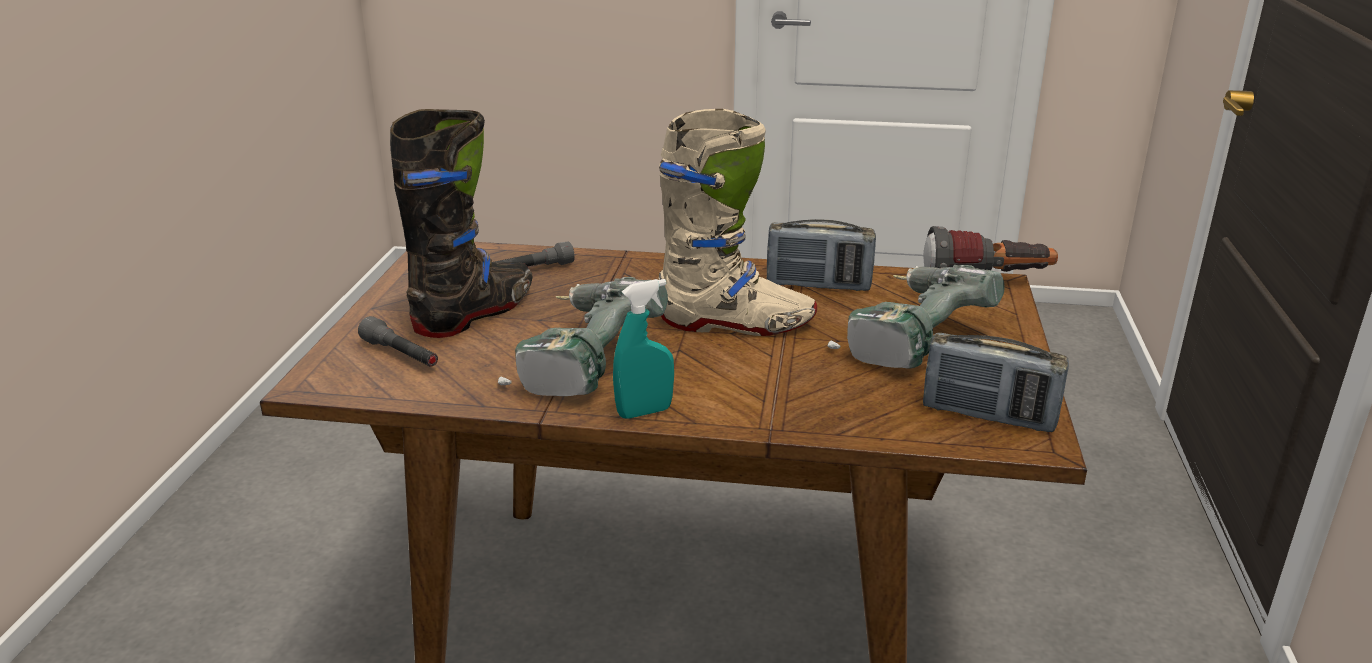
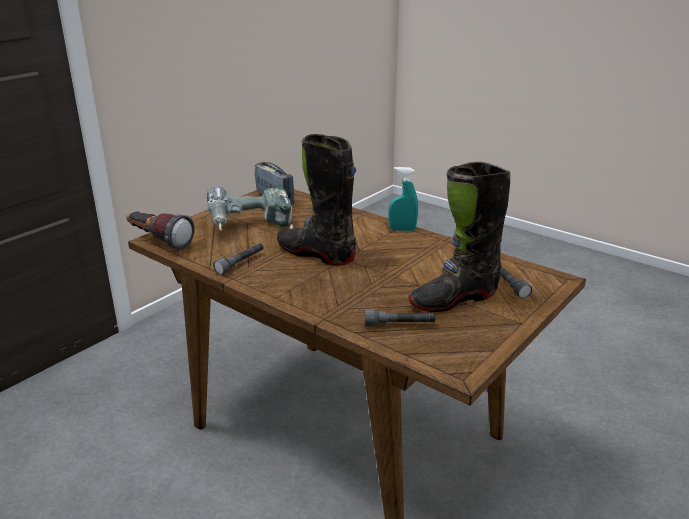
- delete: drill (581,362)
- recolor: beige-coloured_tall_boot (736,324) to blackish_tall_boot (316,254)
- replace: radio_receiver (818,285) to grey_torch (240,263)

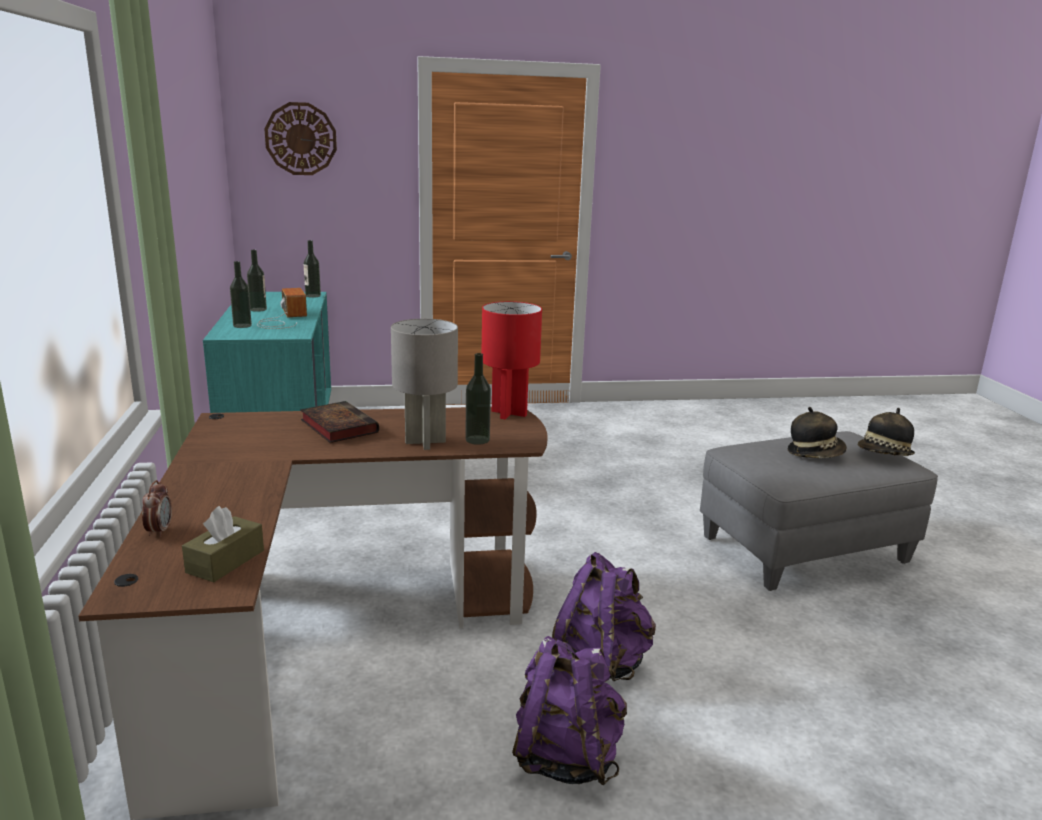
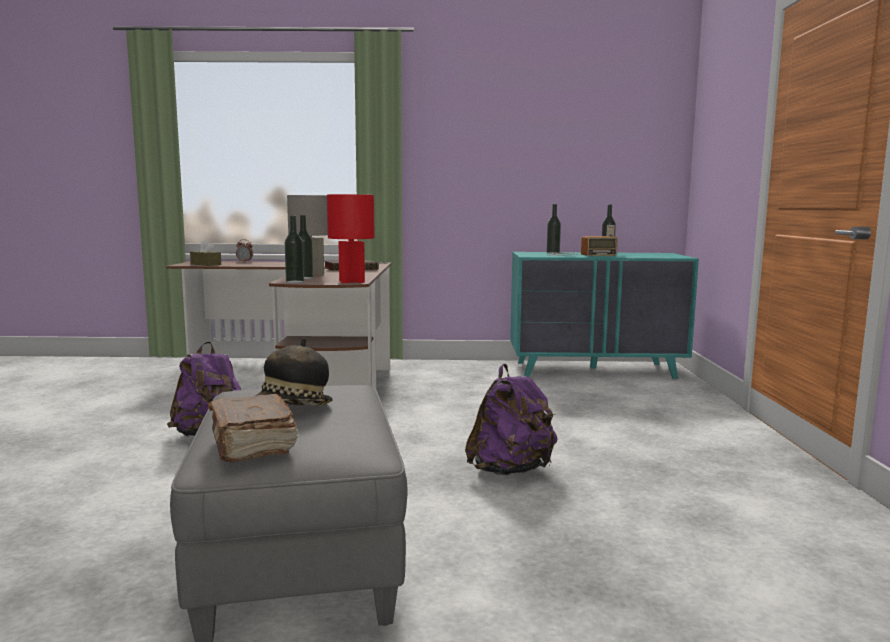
- delete: hanging_clock (301,139)
- move: beverage_bottle (313,296) to (295,281)
- move: purple_backpack (566,756) to (510,470)
- replace: wearable_hat (884,455) to brown-coloured_book (252,444)

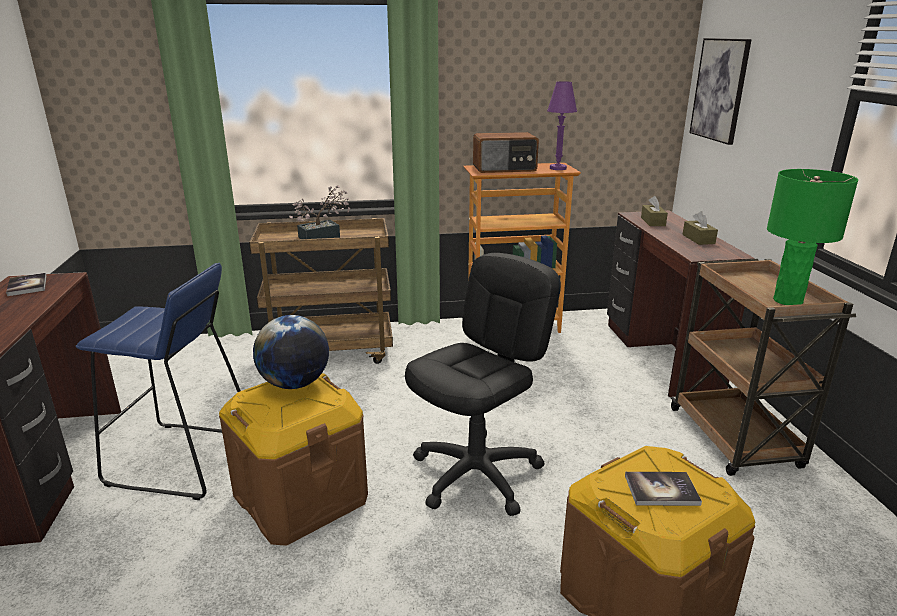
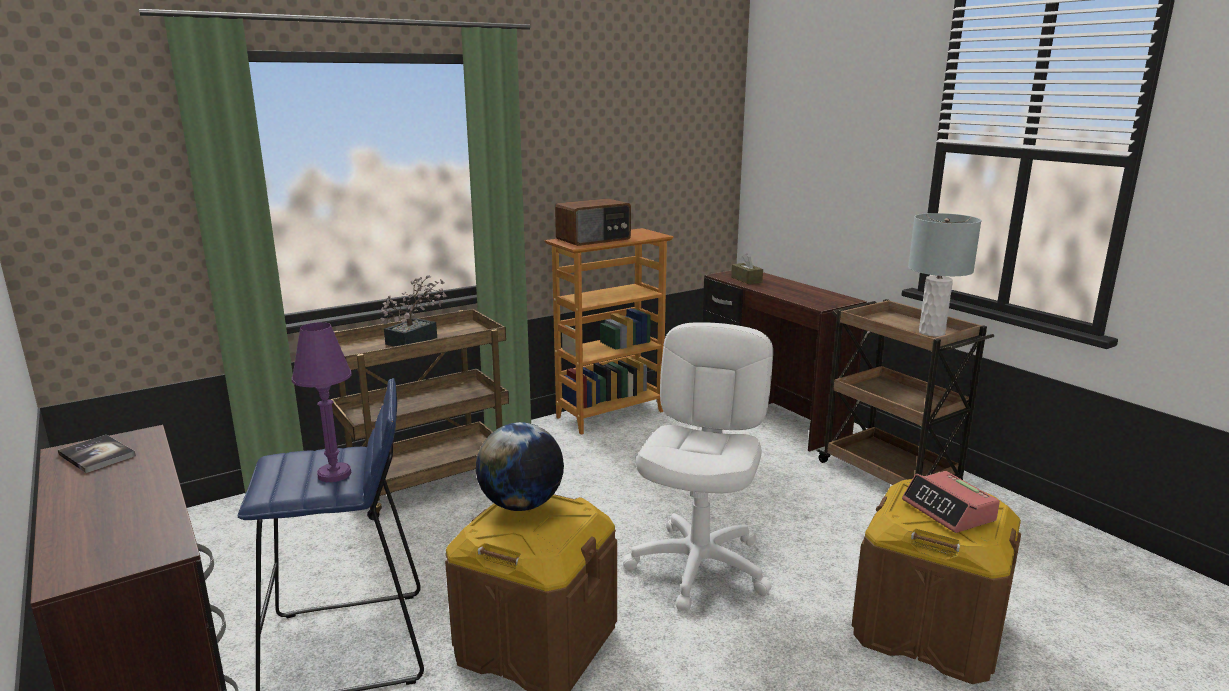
- recolor: blackish_desk_chair (477,474) to white-coloured_desk_chair (699,566)
- move: purple_table_lamp (558,168) to (334,474)
- replace: book (661,490) to bedside_clock (948,511)
- delete: brown-coloured_box_of_tissues (698,239)
- delete: wall_art (720,90)
- recolor: green_table_lamp (788,301) to grey_table_lamp (932,332)

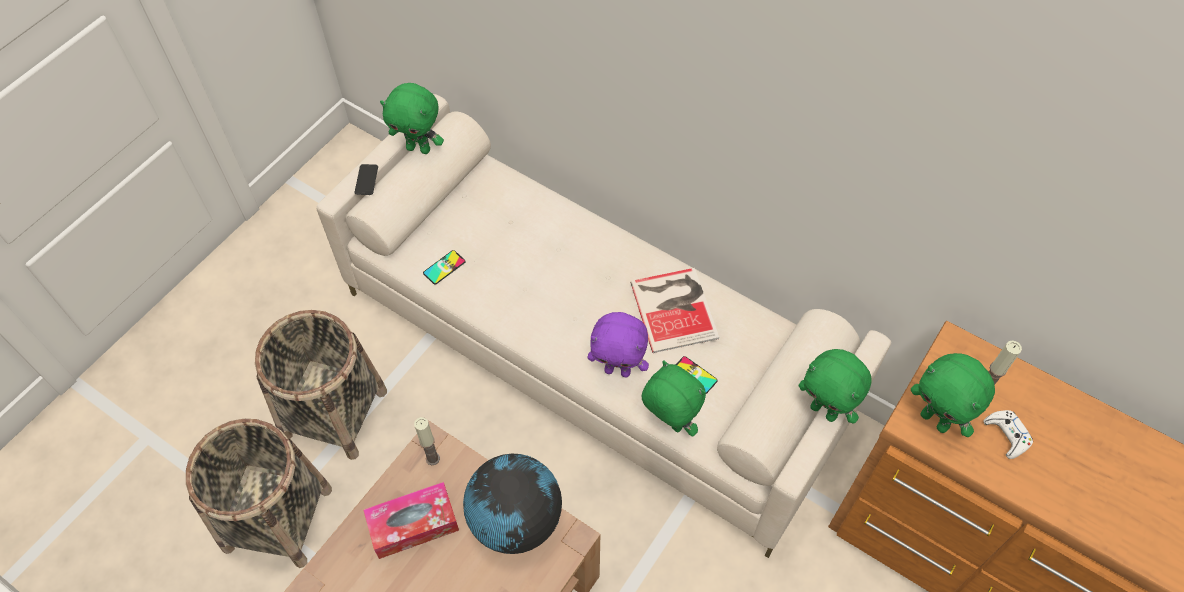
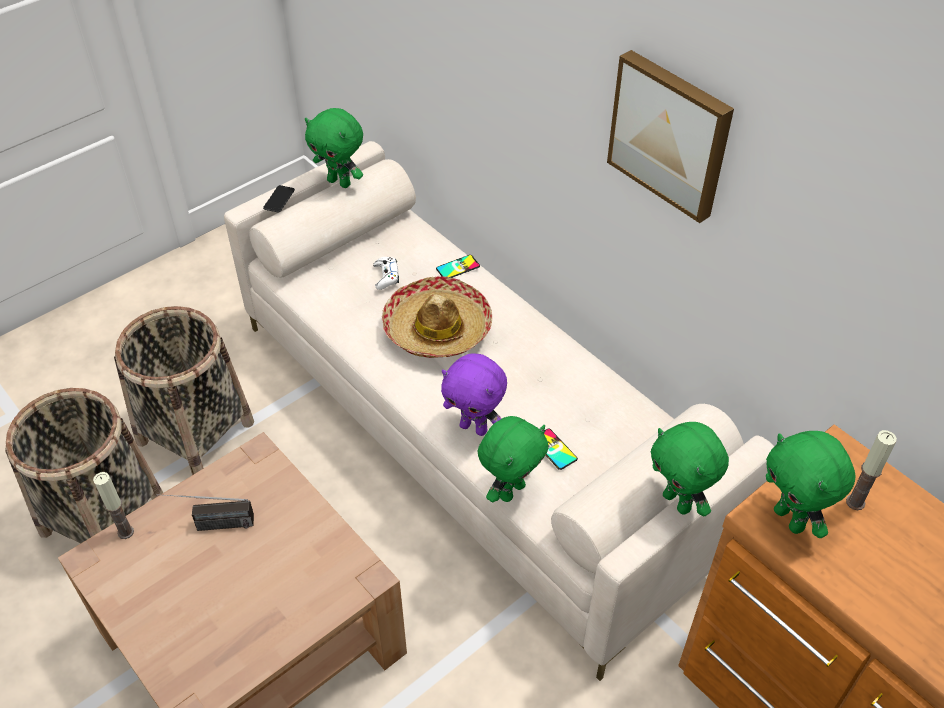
- replace: box_of_tissues (413,525) to radio_receiver (210,525)
- move: wax_candle (432,458) to (125,532)
- move: phone (444,267) to (457,267)
- delete: globe (515,520)
- delete: book (675,307)
- rotate: green_soft_toy (668,423) = (511,490) 75 degrees clockwise
- move: white-coloured_gamepad (1006,435) to (386,276)
- insert: wearable_hat (437,329)
- insert: wall_art (671,134)

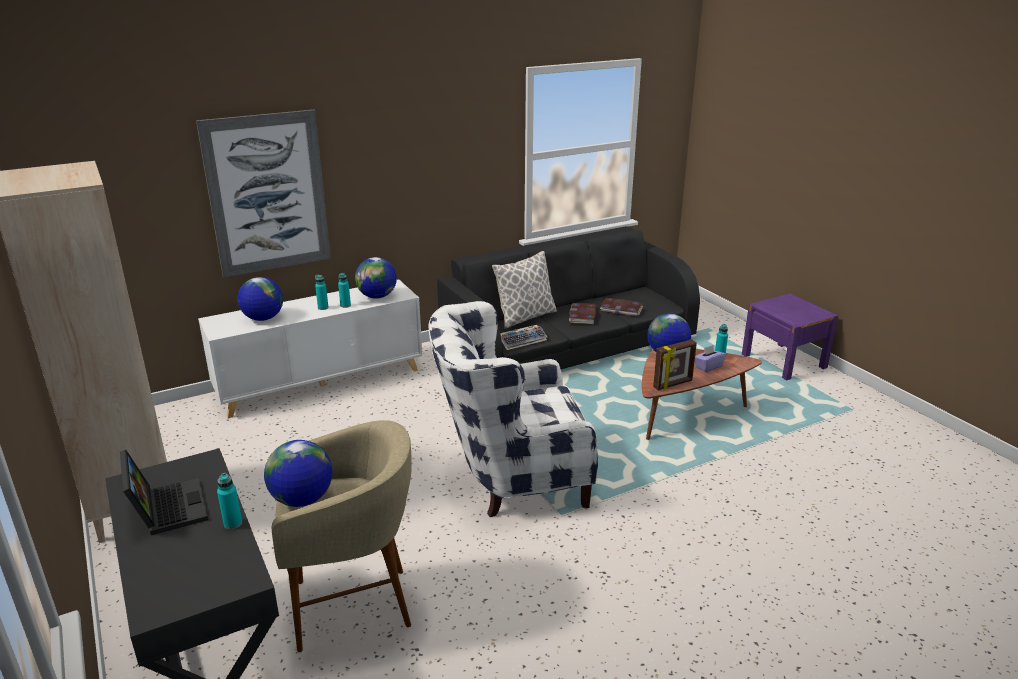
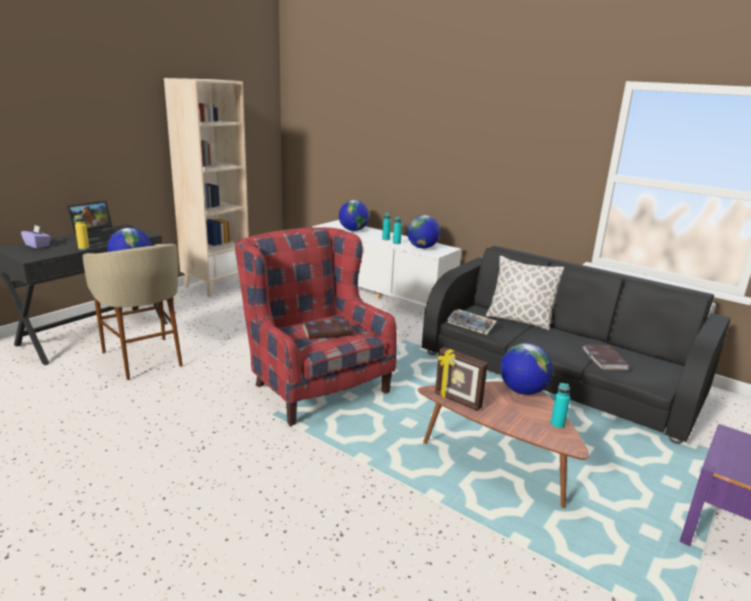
- delete: wall_art (267,194)
- recolor: turquoise-coloured_beverage_bottle (233,524) to yellow_beverage_bottle (83,248)
- recolor: white-coloured_easy_chair (510,476) to red-coloured_easy_chair (313,383)
- move: book (583,315) to (328,331)
- move: purple_box_of_tissues (708,366) to (37,245)

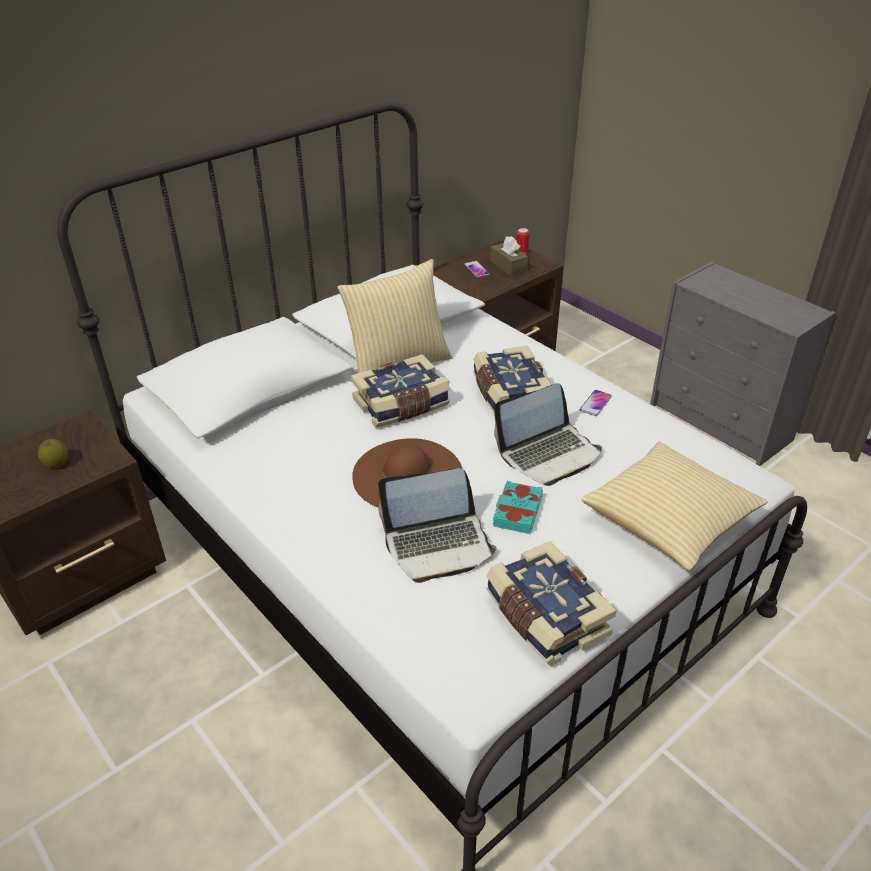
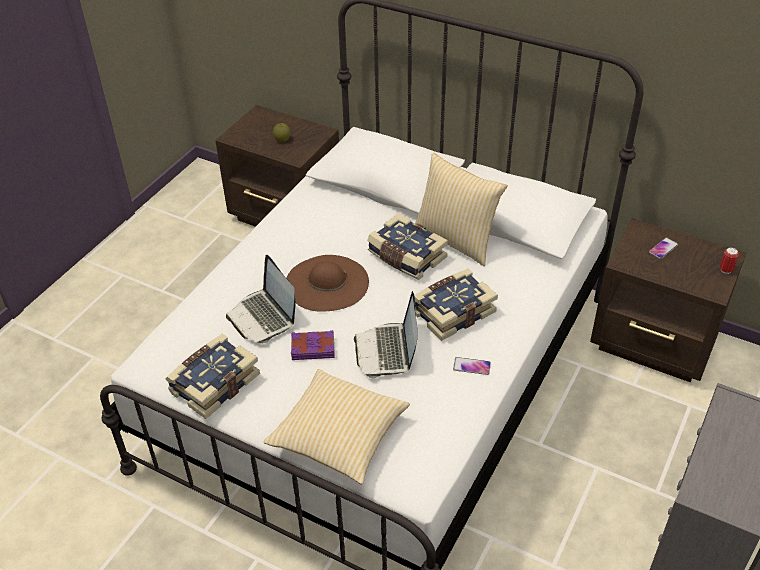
- delete: brown-coloured_box_of_tissues (508,266)
- recolor: turquoise-coloured_book (516,511) to purple_book (313,348)
- rotate: portable_computer (548,454) = (387,351) 45 degrees clockwise

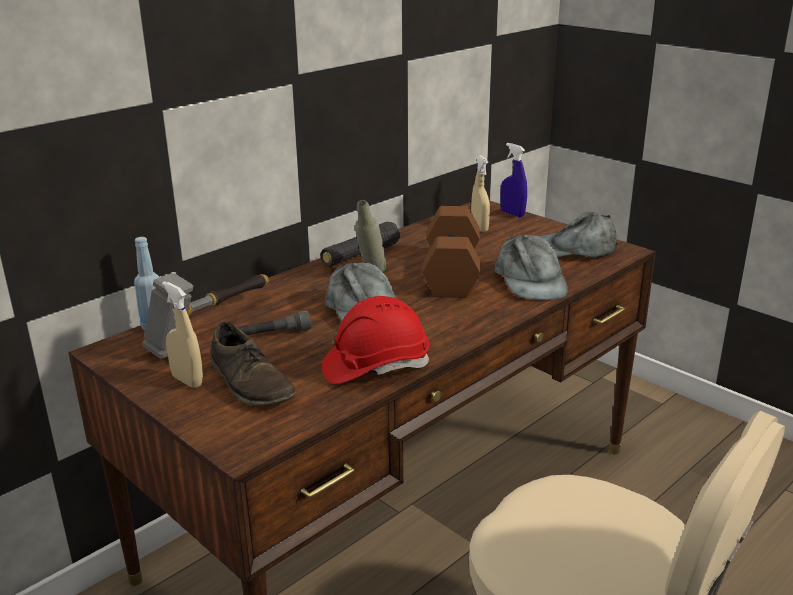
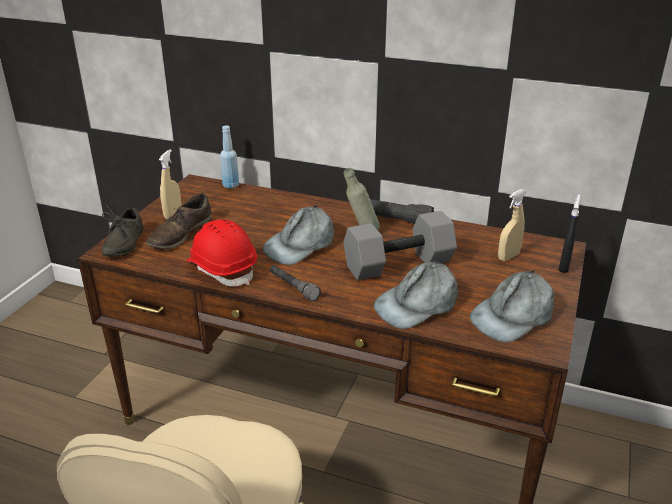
- delete: hammer (212,329)
- move: grey_torch (271,334) to (293,287)
- recolor: brown-coloured_hand_weight (453,273) to grey_hand_weight (398,265)
- recolor: blue-coloured_hand_sprayer (512,214) to blackish_hand_sprayer (564,266)
- rotate: grey_peaked_cap (573,249) = (513,316) 105 degrees counterclockwise
- insert: grey_shoe (122,244)

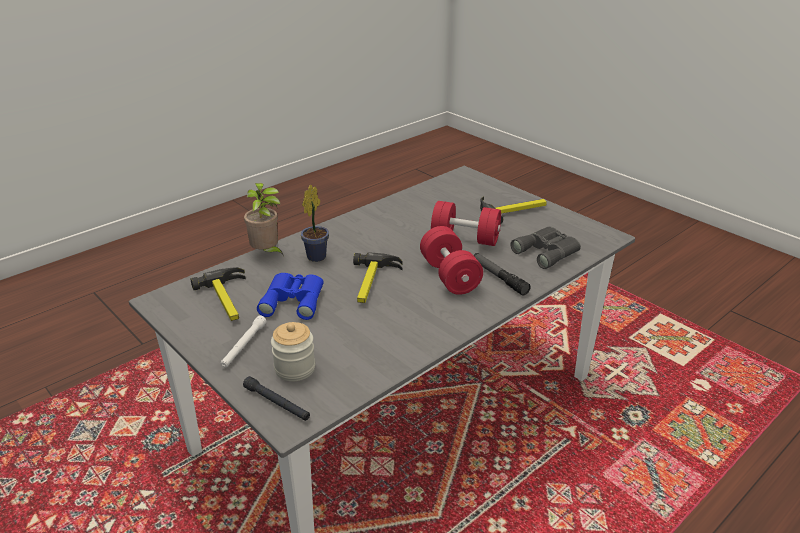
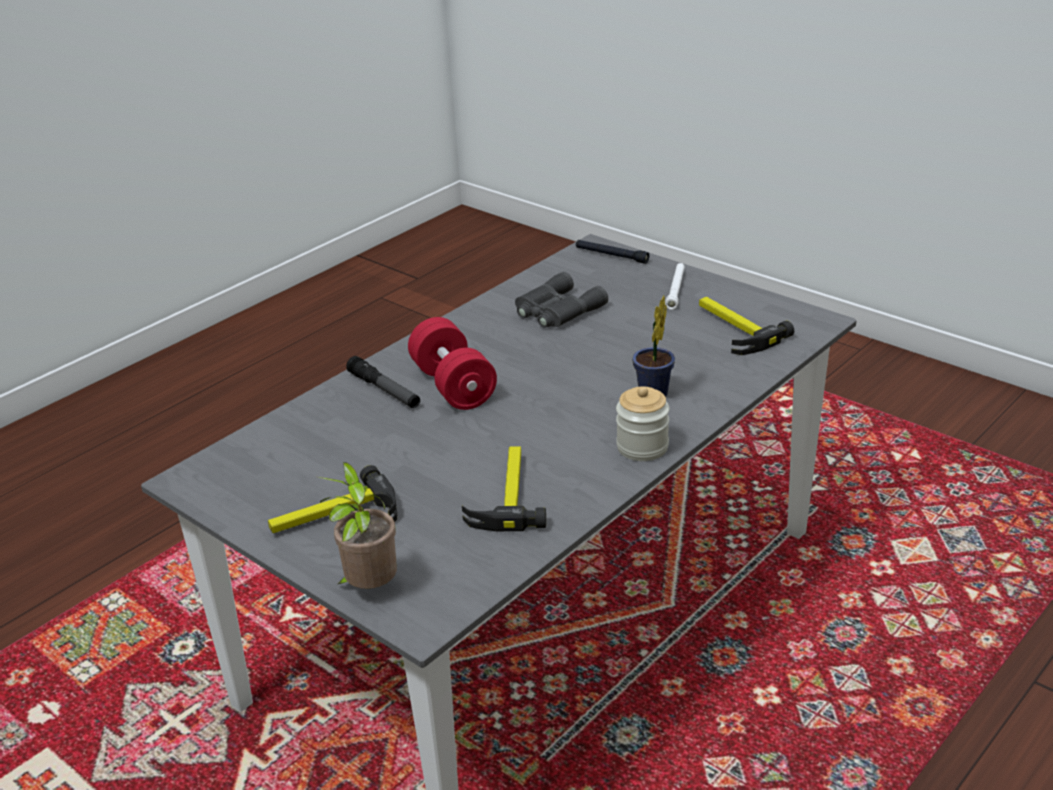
- move: plant_in_a_pot (267,253) to (369,588)
- delete: blue-coloured_field_glasses (294,299)
- move: storage_jar (295,368) to (642,447)
- move: hammer (373,283) to (506,494)
- delete: red-coloured_hand_weight (465,239)
- move: grey_field_glasses (548,251) to (556,311)

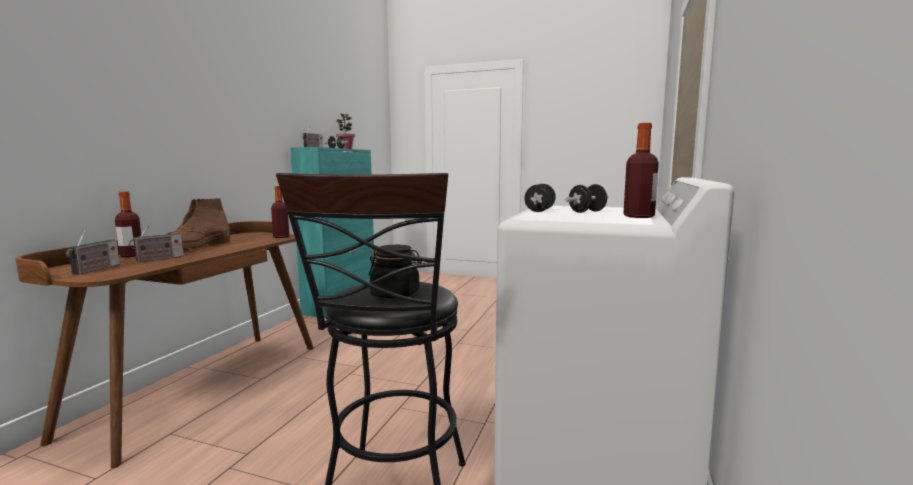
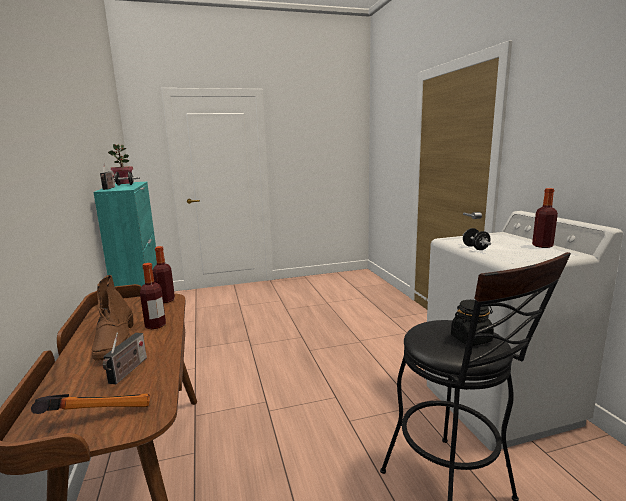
- replace: radio_receiver (95,269) to hammer (98,414)
- move: beverage_bottle (131,255) to (155,325)
- delete: blackish_hand_weight (587,212)

